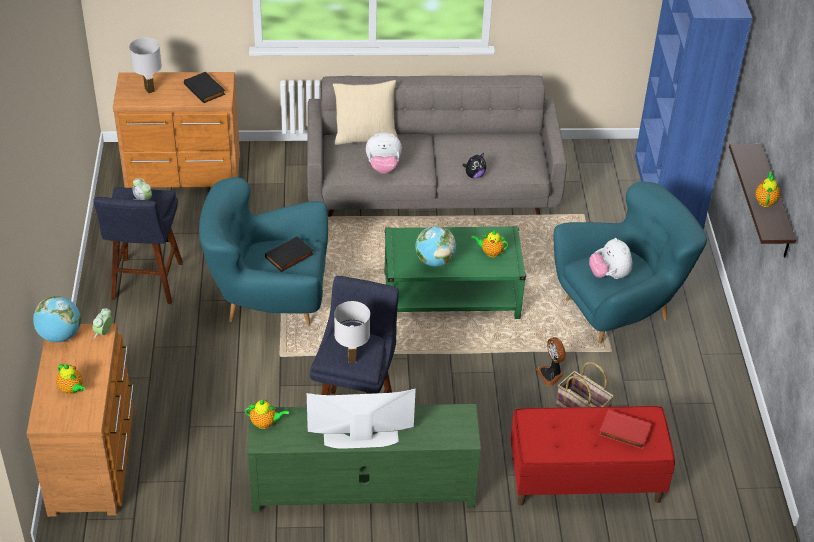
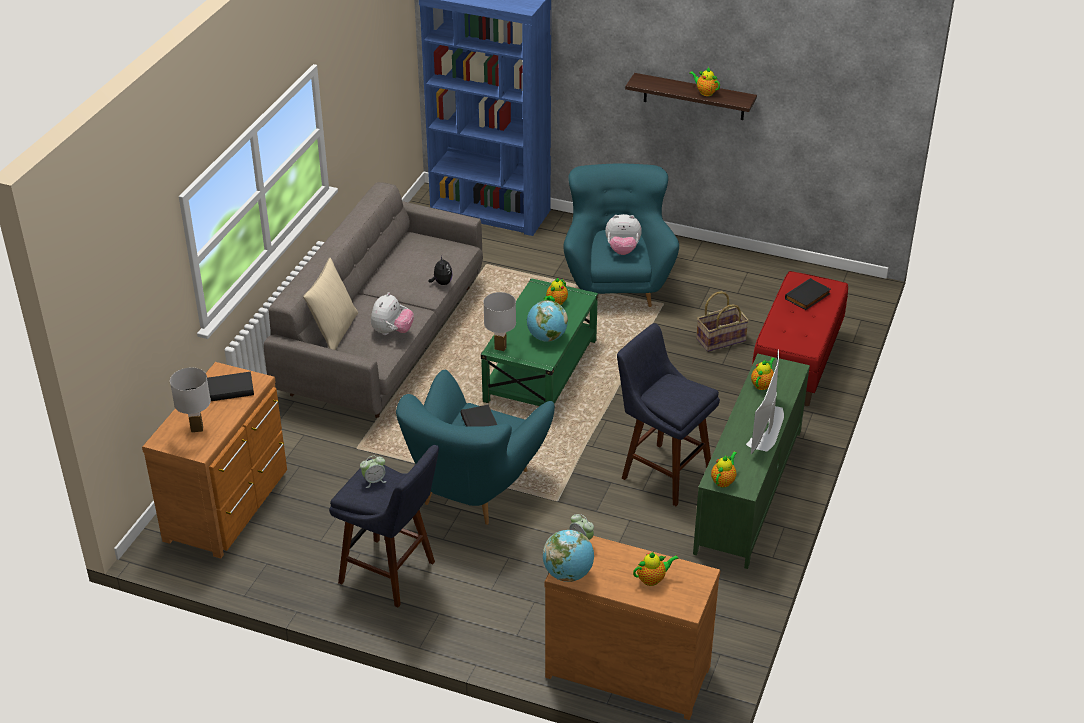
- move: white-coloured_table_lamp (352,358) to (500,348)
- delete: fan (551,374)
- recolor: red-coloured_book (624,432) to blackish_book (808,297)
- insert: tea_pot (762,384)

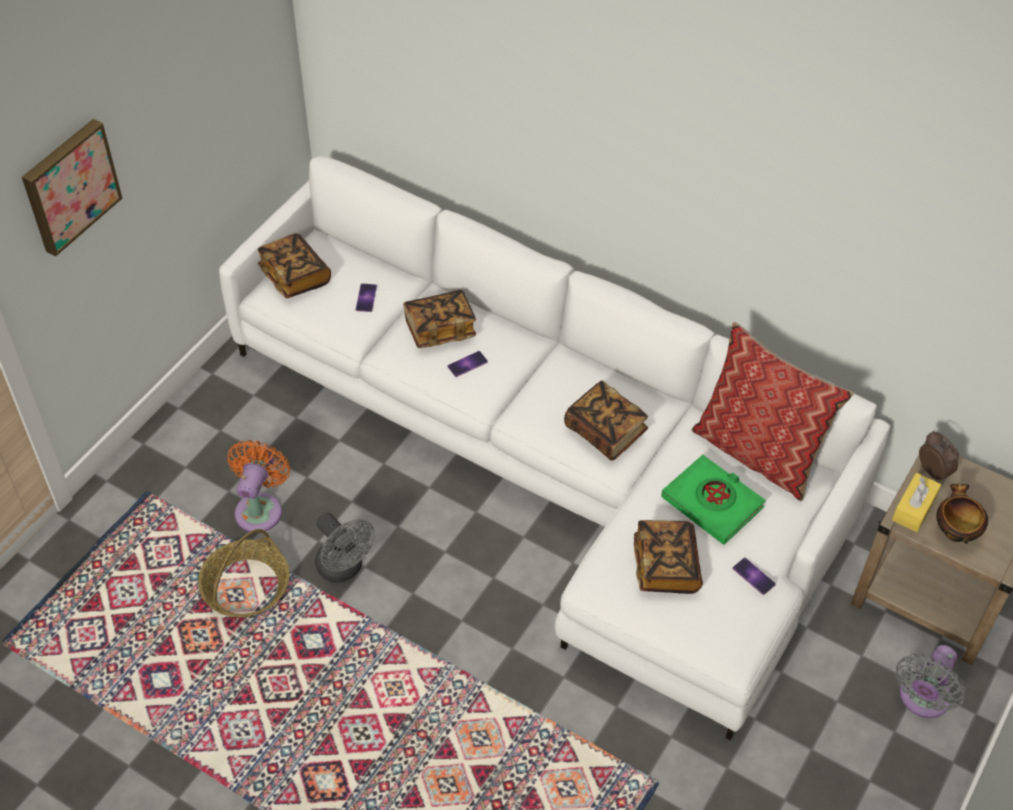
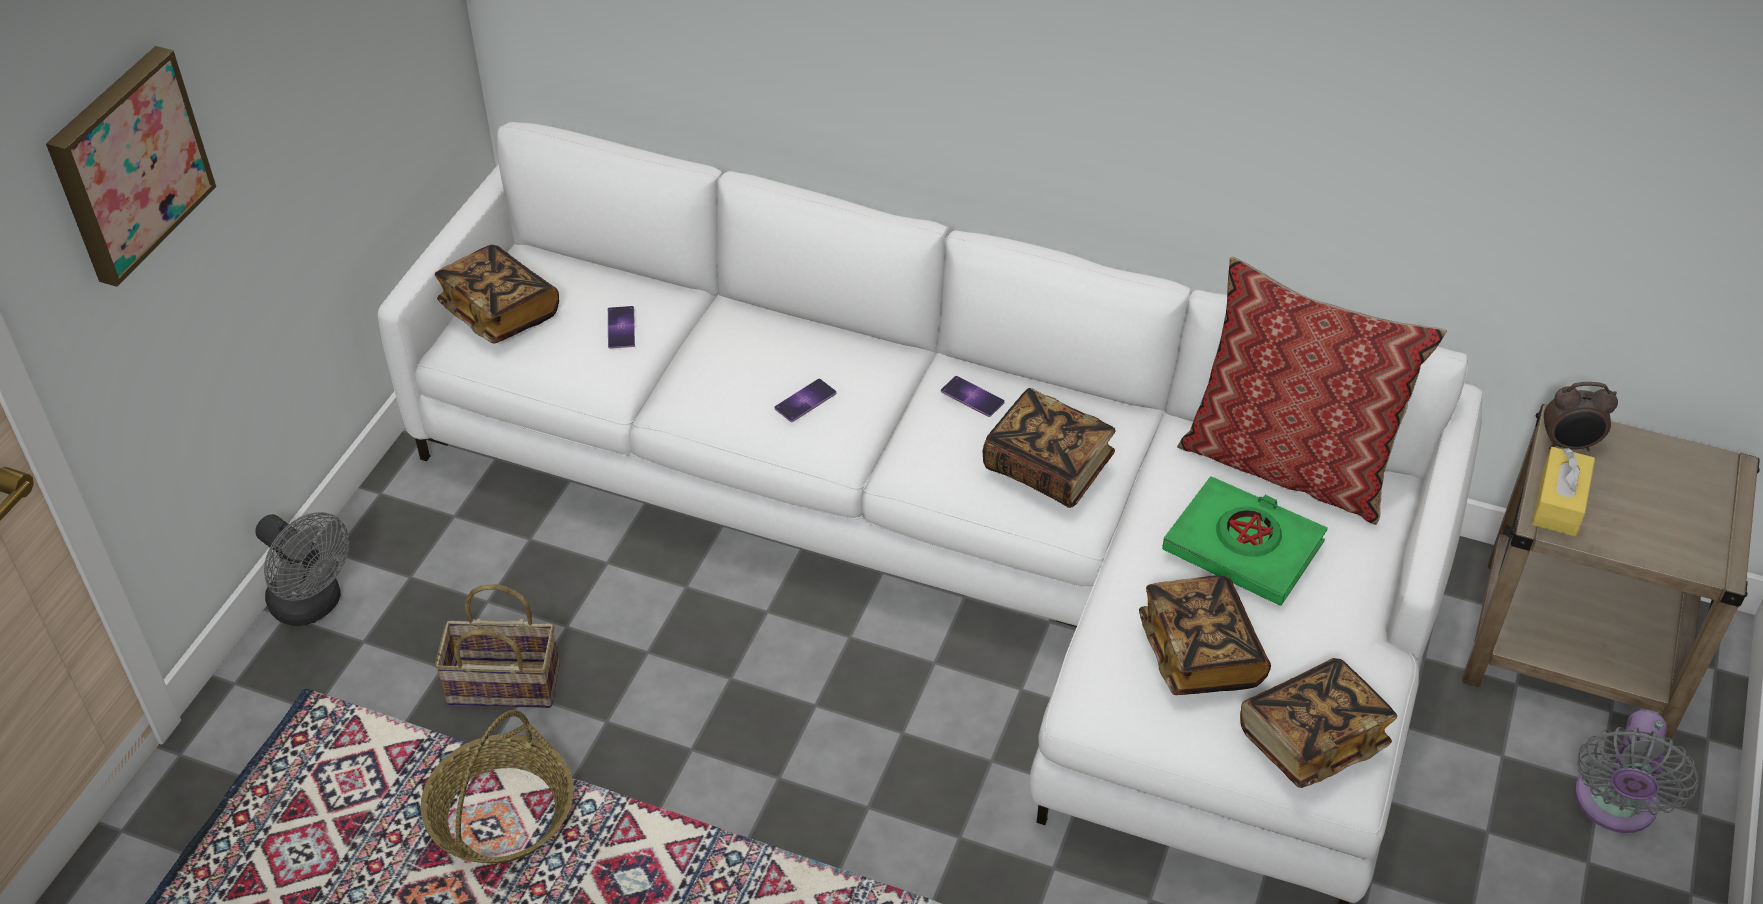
- replace: orange_fan (260,508) to basket (500,686)
- move: grey_fan (344,569) to (313,605)
- move: book (440,329) to (1311,739)
- move: phone (753,576) to (972,396)
- rotate: bedside_clock (933,471) = (1569,445) 135 degrees clockwise
- delete: deep_dish (954,531)

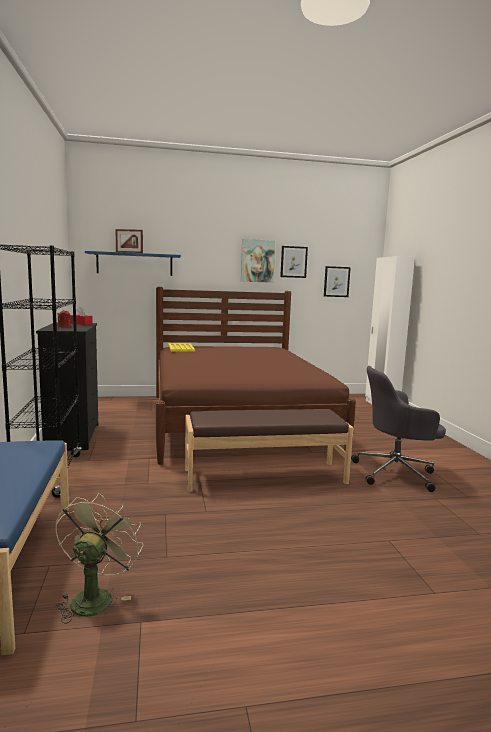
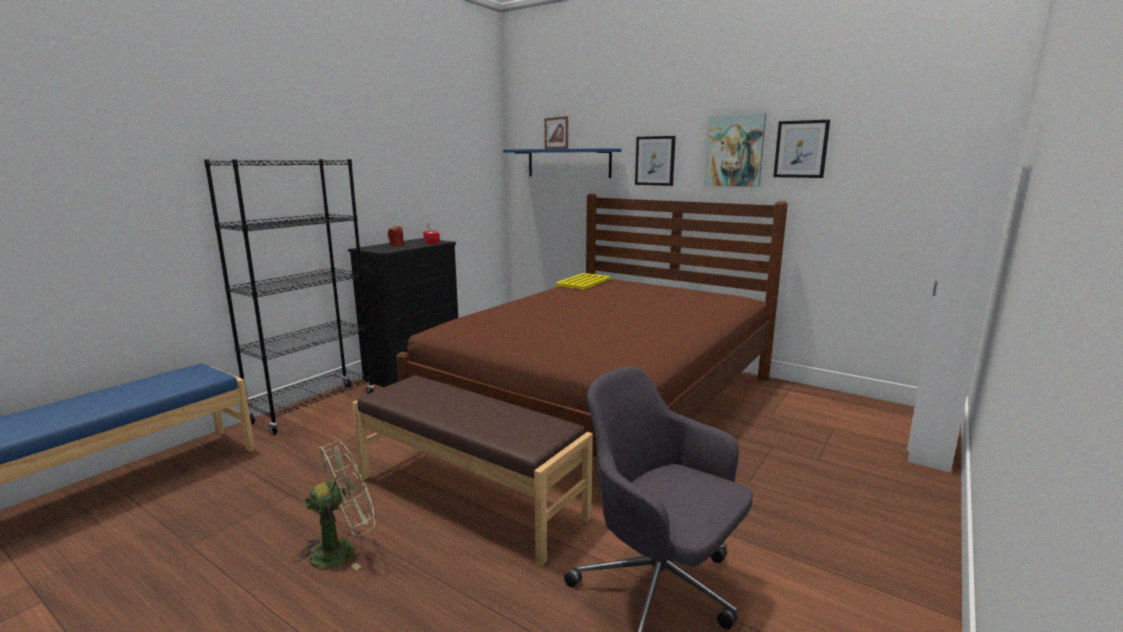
- move: green_fan (95,596) to (342,549)
- move: wall_art (336,281) to (655,161)

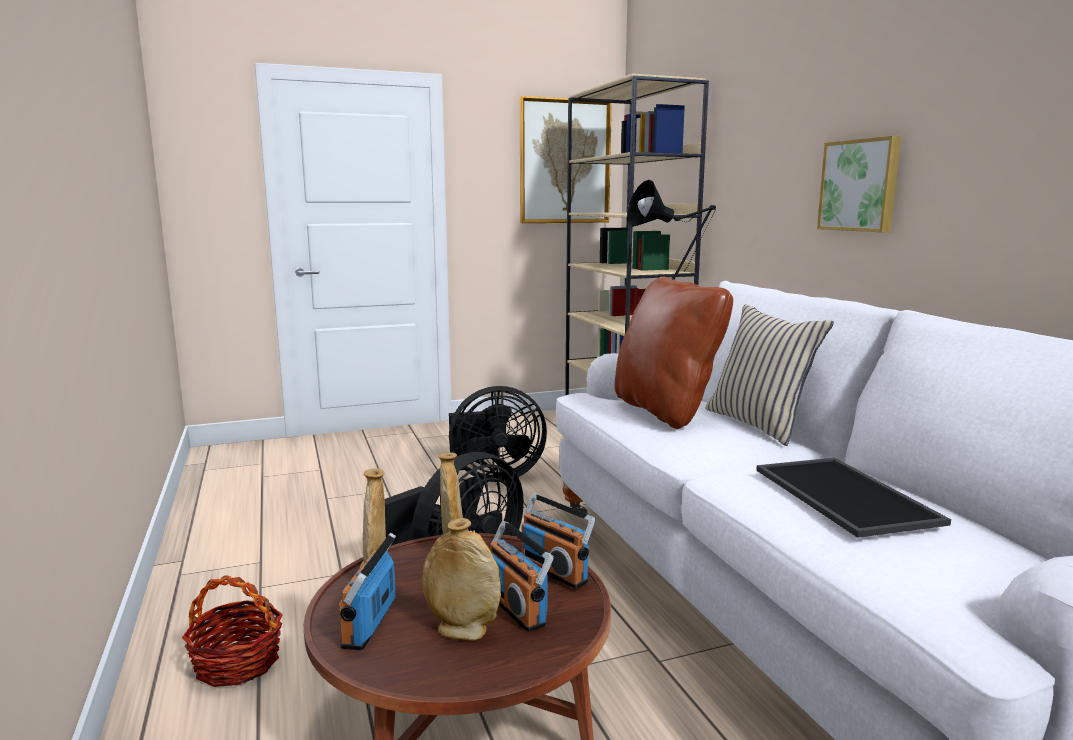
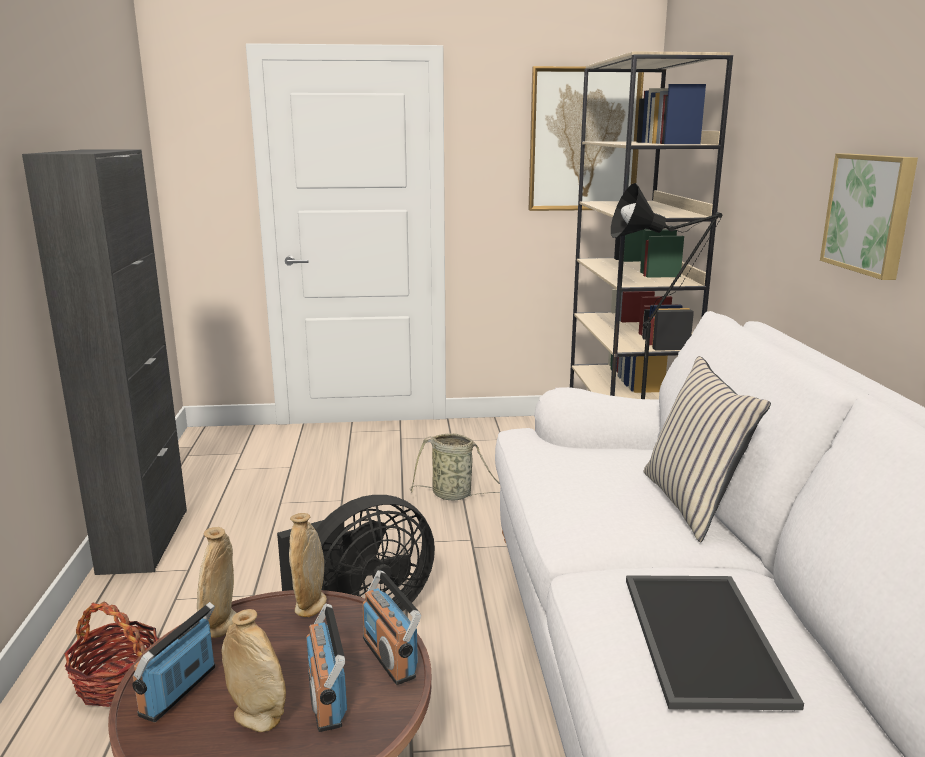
- replace: blackish_fan (493,476) to basket (455,495)
- delete: brown-coloured_throw_pillow (665,411)
- insert: blackish_cupboard (144,540)

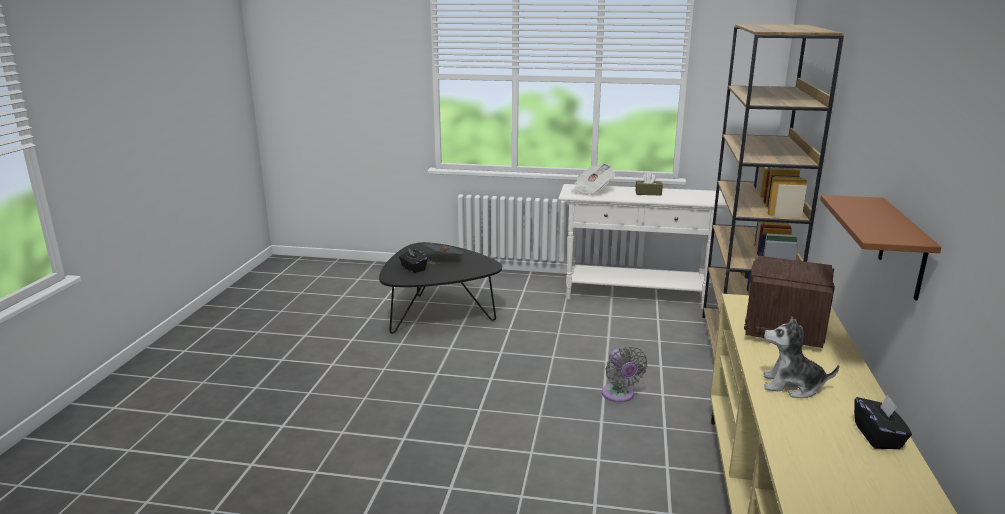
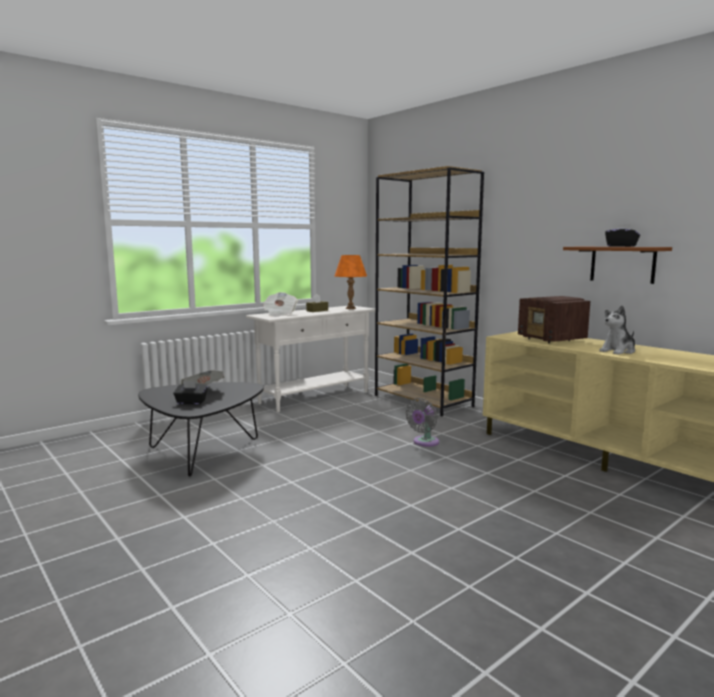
- rotate: grey_fan (619,395) = (424,442) 105 degrees clockwise
- move: blackish_box_of_tissues (878,436) to (621,246)
- insert: orange_table_lamp (350,308)

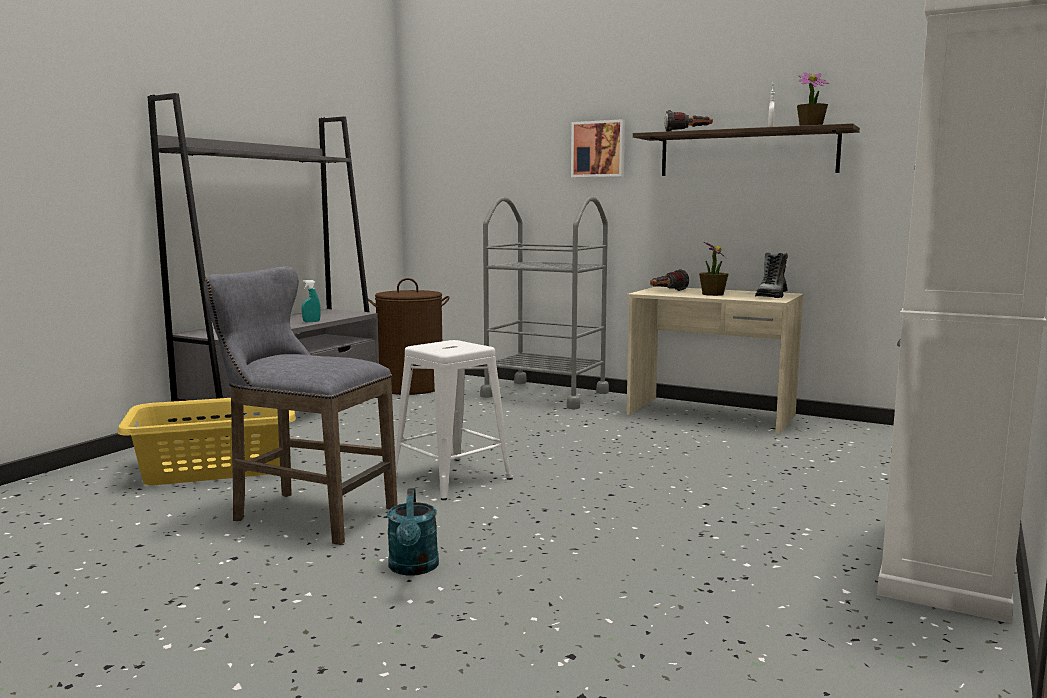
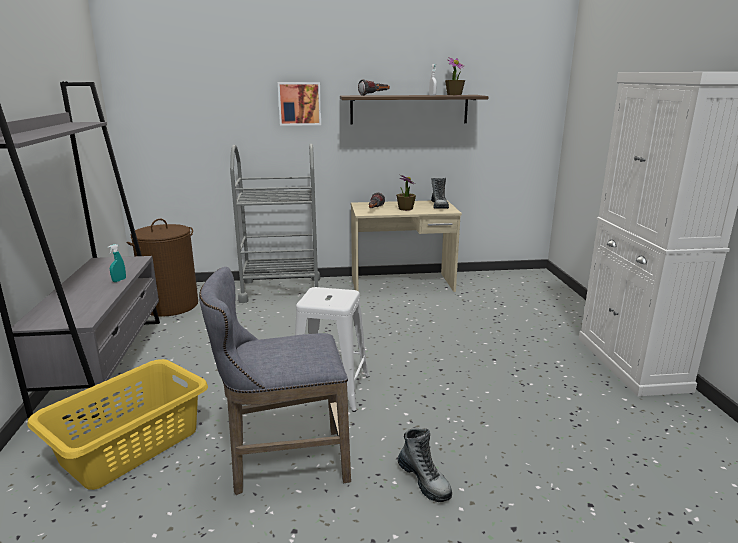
- replace: turquoise-coloured_watering_pot (413,568) to tall_boot (424,480)

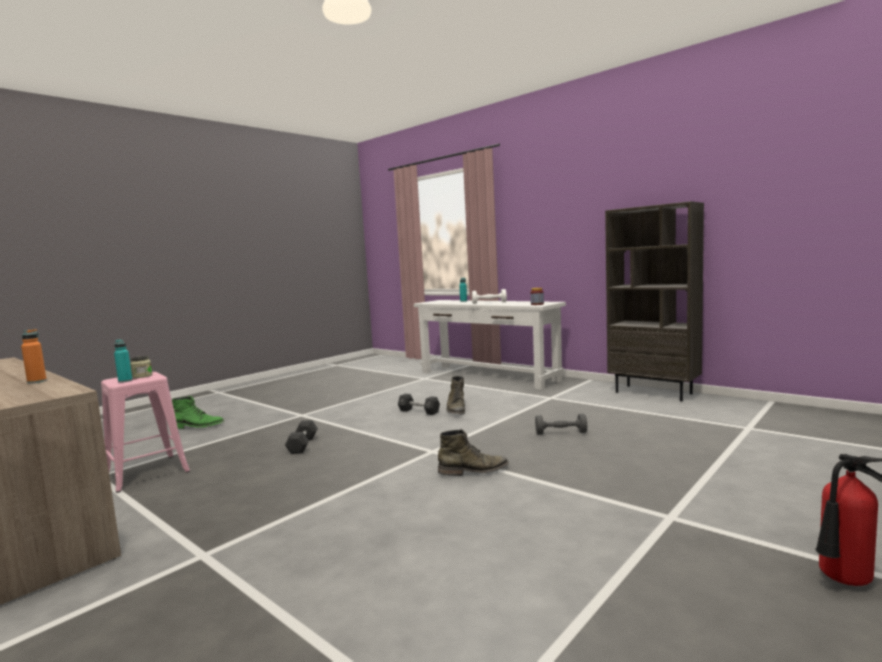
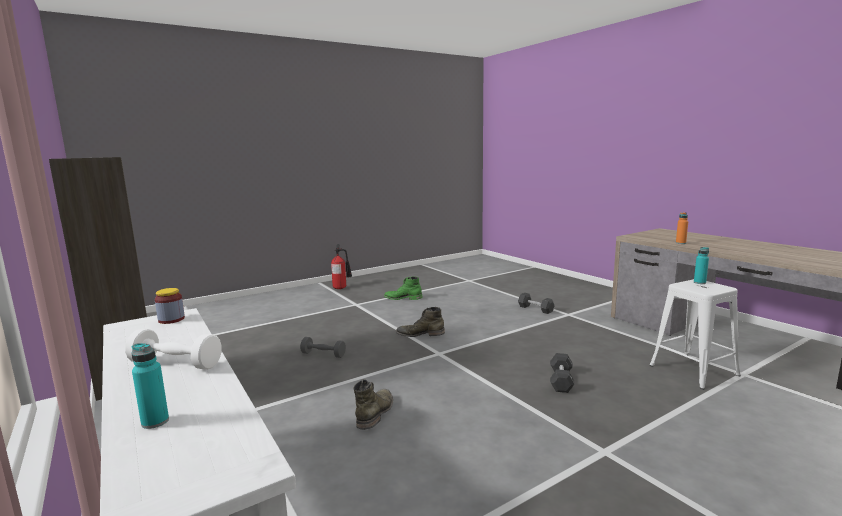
- recolor: pink-coloured_stool_seat (146,473) to white-coloured_stool_seat (693,370)
- delete: storage_jar (142,376)
- move: green_tall_boot (197,426) to (403,298)
- move: blackish_hand_weight (419,411) to (535,309)

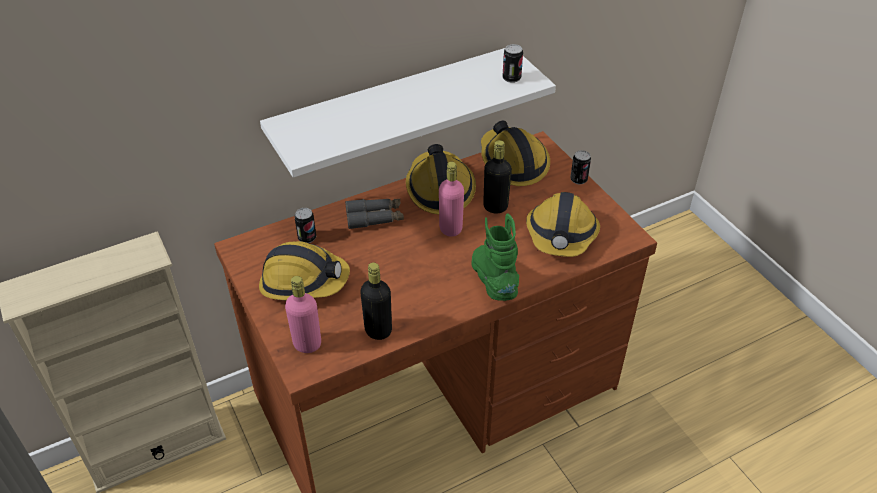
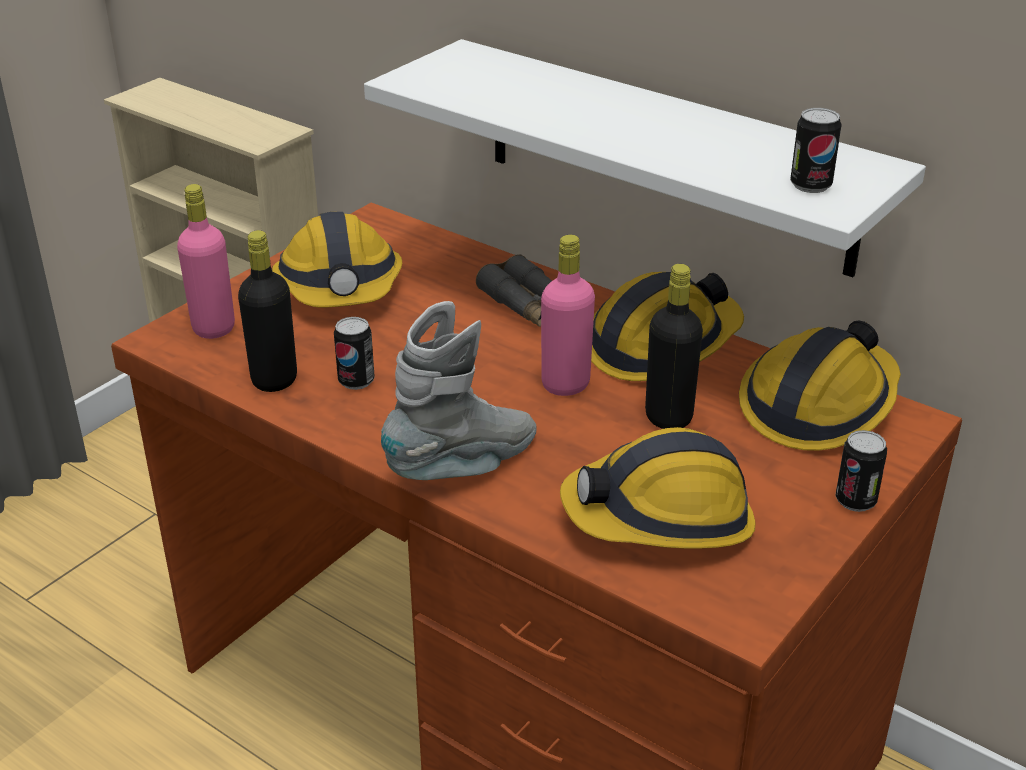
- move: sealed_can (307,238) to (356,381)
- recolor: green_tall_boot (494,282) to grey_tall_boot (464,466)

